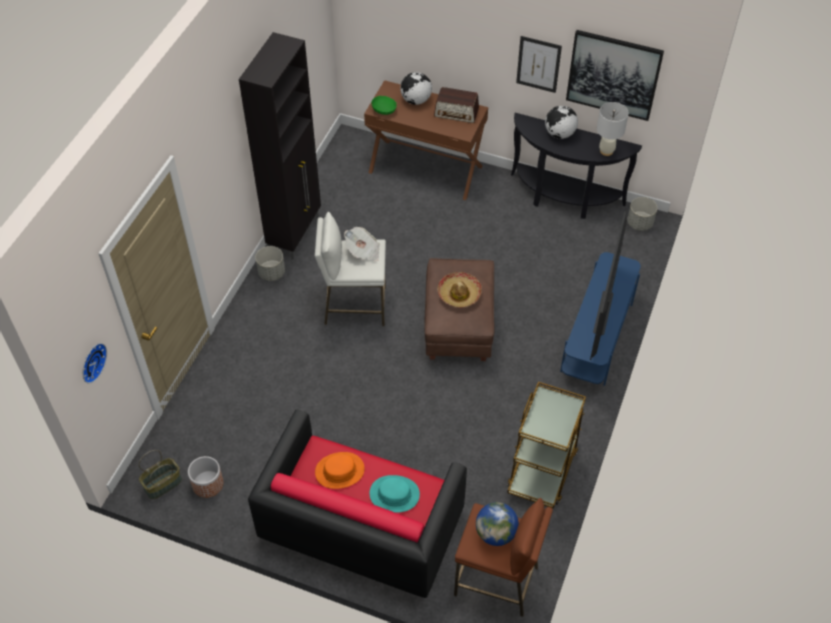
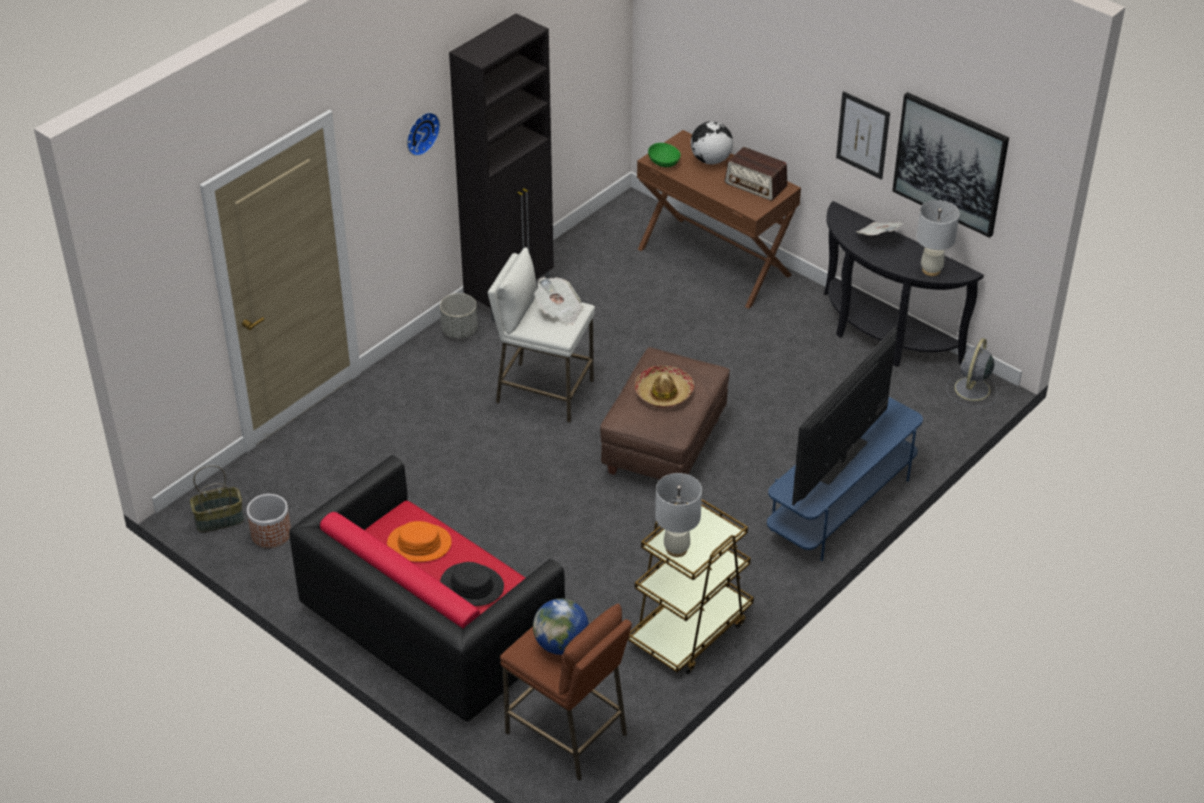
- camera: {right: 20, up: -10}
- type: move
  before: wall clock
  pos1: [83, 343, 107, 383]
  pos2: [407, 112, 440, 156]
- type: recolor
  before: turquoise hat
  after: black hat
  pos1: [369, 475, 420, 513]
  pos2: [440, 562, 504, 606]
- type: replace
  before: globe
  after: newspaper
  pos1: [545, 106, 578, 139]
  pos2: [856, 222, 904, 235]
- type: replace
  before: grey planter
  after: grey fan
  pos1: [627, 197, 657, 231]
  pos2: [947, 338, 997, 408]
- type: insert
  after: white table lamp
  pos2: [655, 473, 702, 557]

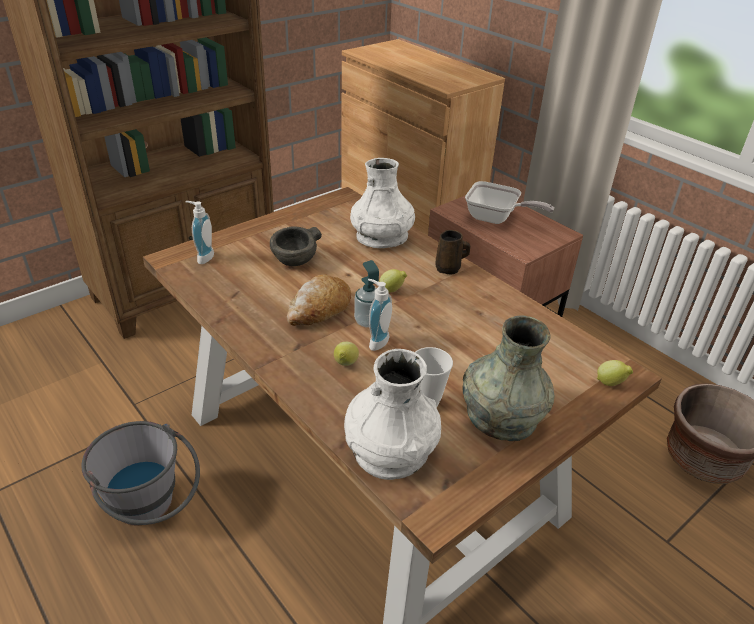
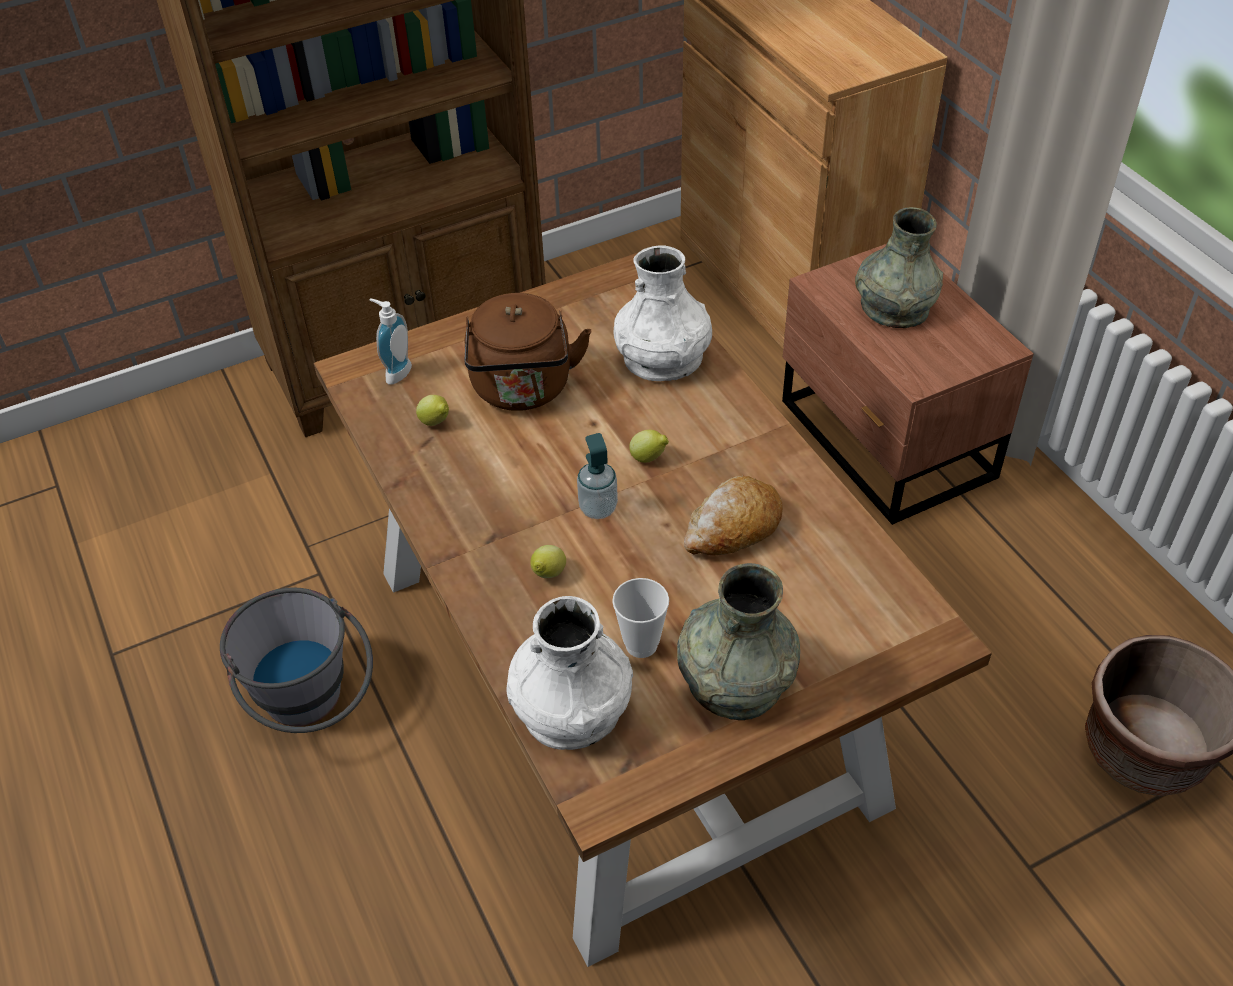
- camera: {right: 15, up: 10}
- type: replace
  before: grey bowl
  after: brown kettle
  pos1: [270, 226, 322, 266]
  pos2: [465, 293, 591, 411]
- type: move
  before: bread
  pos1: [287, 274, 351, 326]
  pos2: [684, 476, 783, 556]
- type: delete
  before: soap dispenser
  pos1: [368, 279, 392, 351]
- type: delete
  before: brown mug
  pos1: [435, 230, 470, 275]
- type: replace
  before: frying pan
  after: grey vase
  pos1: [465, 181, 554, 224]
  pos2: [855, 207, 943, 328]
- type: move
  before: lemon
  pos1: [597, 360, 633, 386]
  pos2: [416, 395, 449, 426]

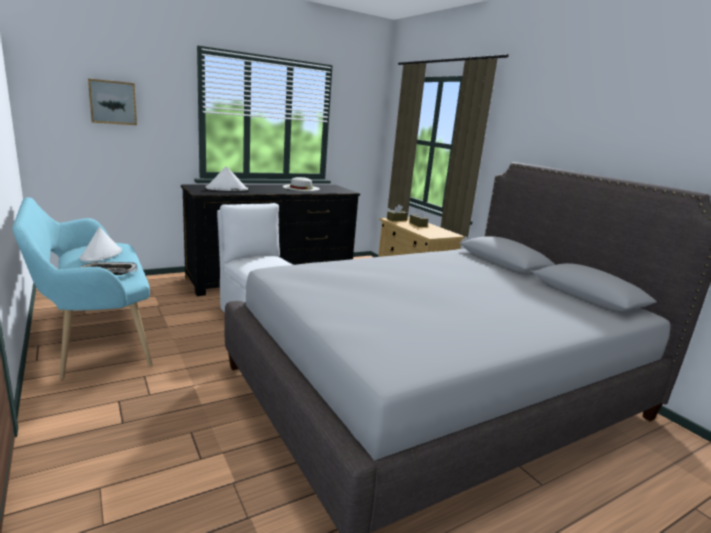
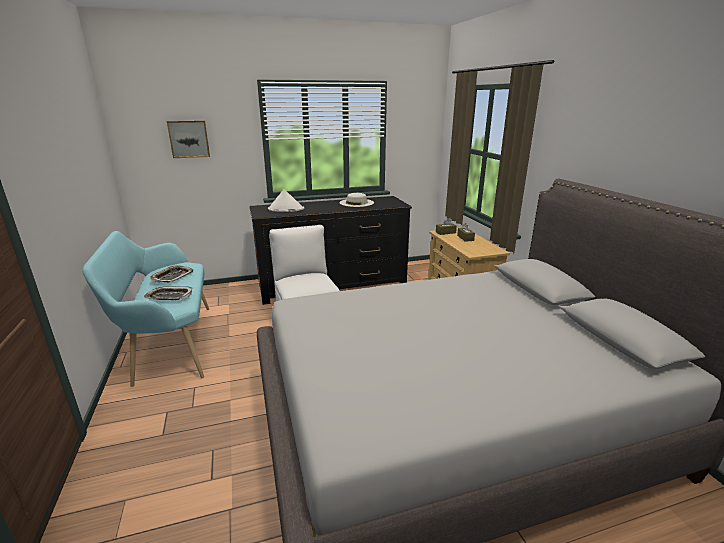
- camera: {right: 15, up: 5}
- type: replace
  before: white hat
  after: tray
  pos1: [79, 227, 122, 262]
  pos2: [150, 265, 193, 283]

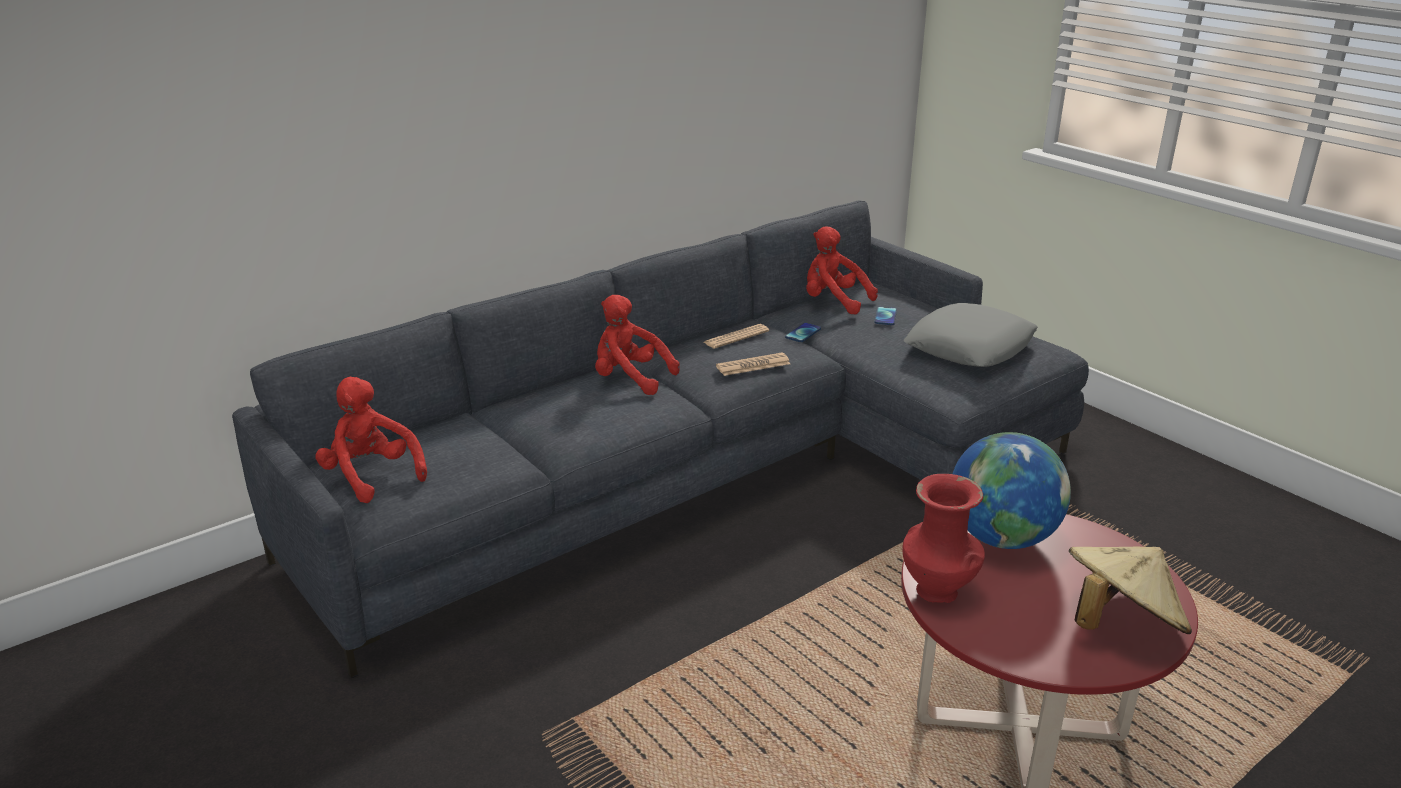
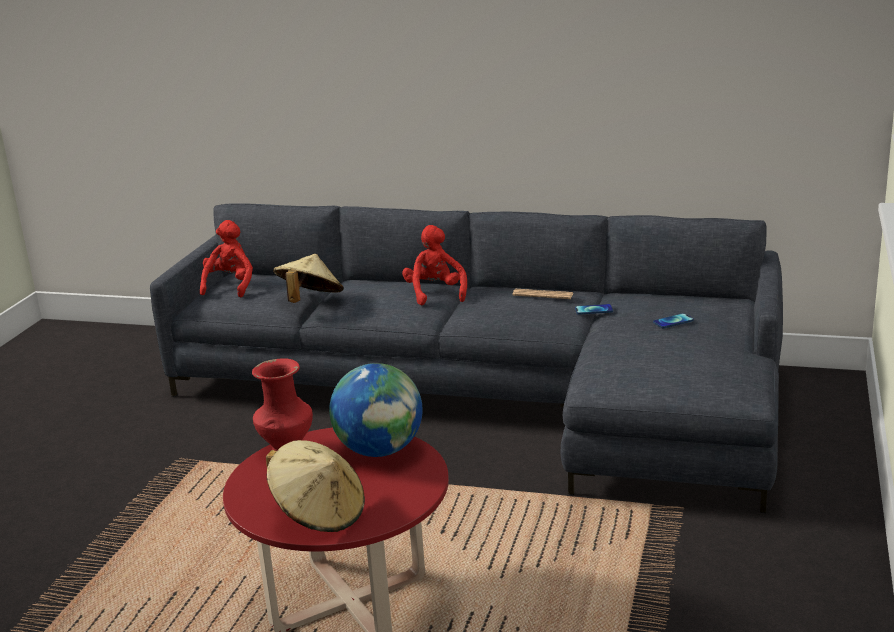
- camera: {right: 55, up: -5}
- type: delete
  before: newspaper
  pos1: [716, 353, 790, 376]
- type: delete
  before: red plush toy
  pos1: [806, 226, 878, 315]
- type: delete
  before: grey pillow
  pos1: [904, 303, 1038, 367]
- type: insert
  after: beige hat
  pos2: [273, 254, 344, 303]

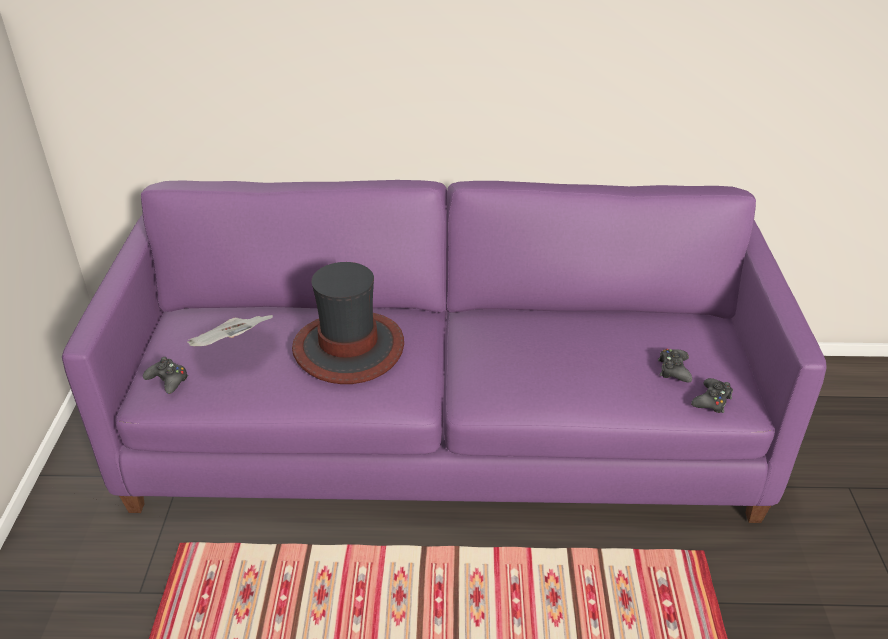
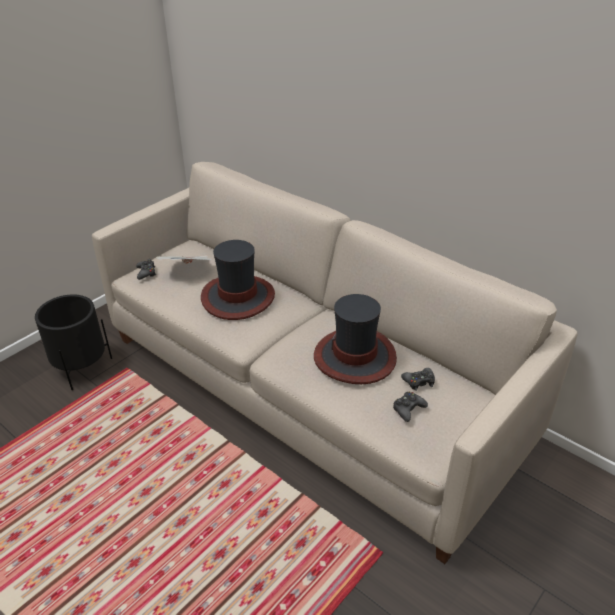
- camera: {right: 40, up: 0}
- type: recolor
  before: purple sofa
  after: beige sofa
  pos1: [62, 180, 827, 523]
  pos2: [92, 162, 578, 564]
- type: move
  before: black game controller
  pos1: [691, 378, 733, 413]
  pos2: [401, 368, 435, 391]
- type: insert
  after: black planter
  pos2: [35, 294, 112, 390]
- type: insert
  after: hat
  pos2: [314, 294, 397, 384]

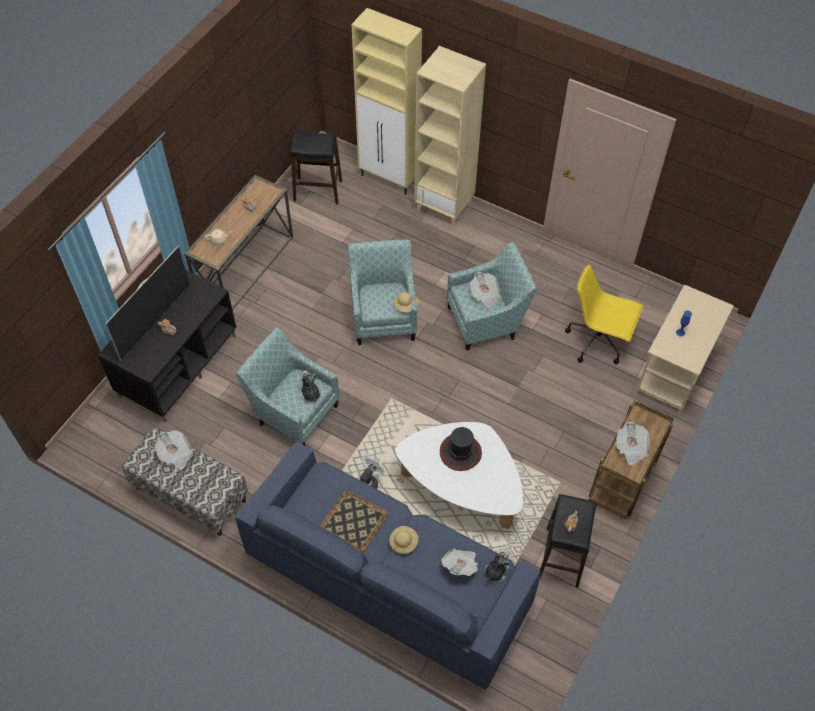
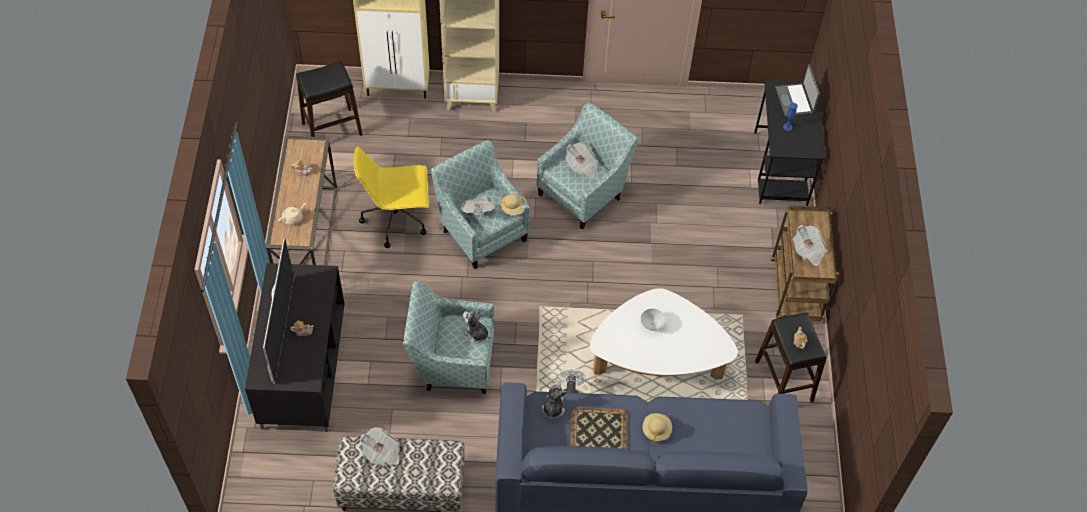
- camera: {right: -30, up: 0}
- type: replace
  before: hat
  after: white bowl
  pos1: [440, 427, 482, 471]
  pos2: [641, 308, 666, 331]
- type: move
  before: newspaper
  pos1: [441, 549, 478, 576]
  pos2: [461, 196, 495, 215]
- type: move
  before: plush toy
  pos1: [484, 550, 510, 583]
  pos2: [542, 382, 567, 420]
- type: move
  before: yellow office chair
  pos1: [565, 264, 643, 364]
  pos2: [354, 146, 429, 248]
- type: recolor
  before: beige desk
  after: black desk
  pos1: [636, 285, 734, 415]
  pos2: [754, 80, 826, 206]
- type: insert
  after: laptop
  pos2: [775, 64, 820, 117]

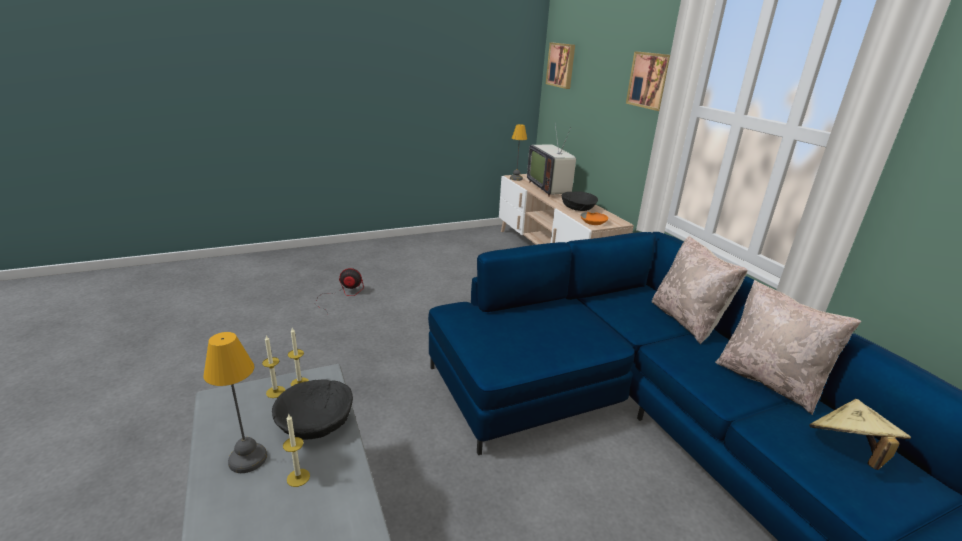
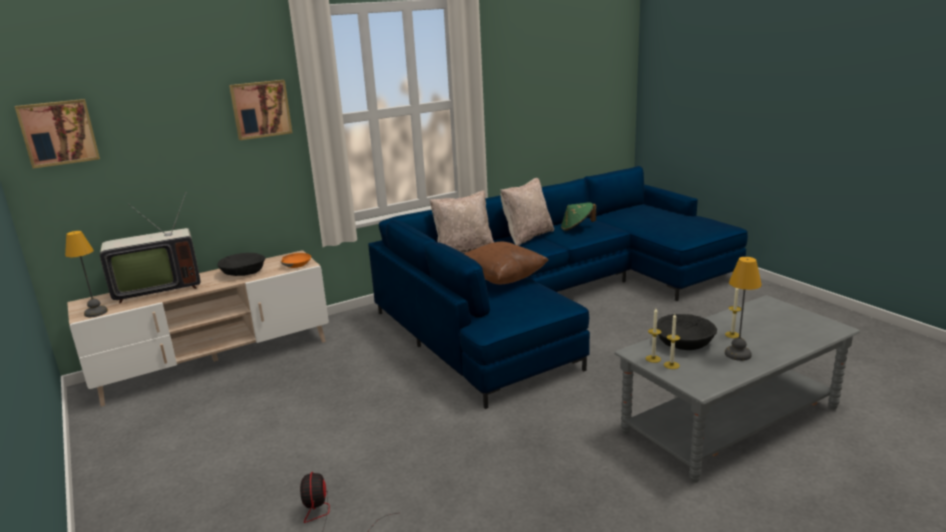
- camera: {right: -95, up: -5}
- type: recolor
  before: beige hat
  after: green hat
  pos1: [809, 399, 911, 470]
  pos2: [561, 202, 596, 231]
- type: insert
  after: brown pillow
  pos2: [464, 242, 549, 284]

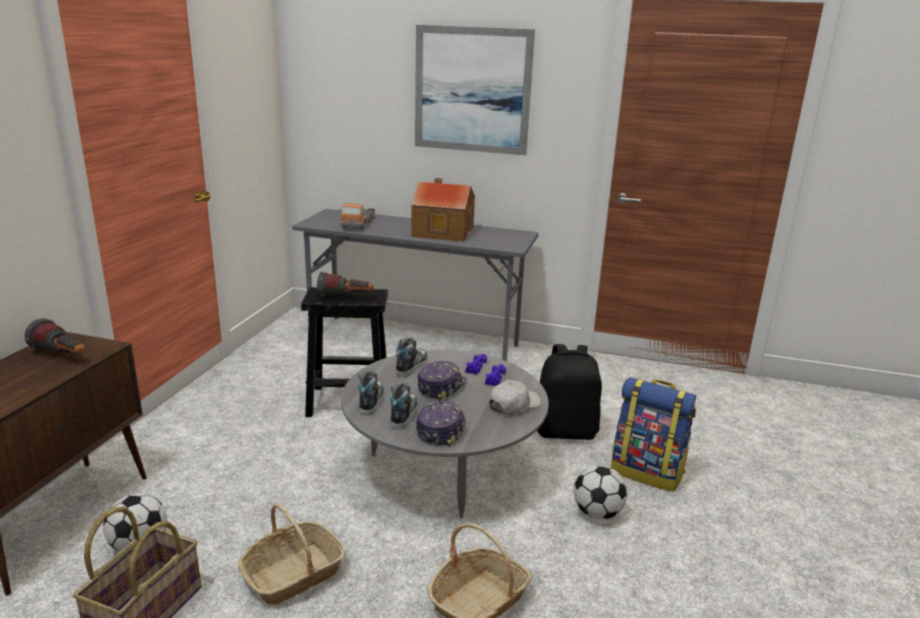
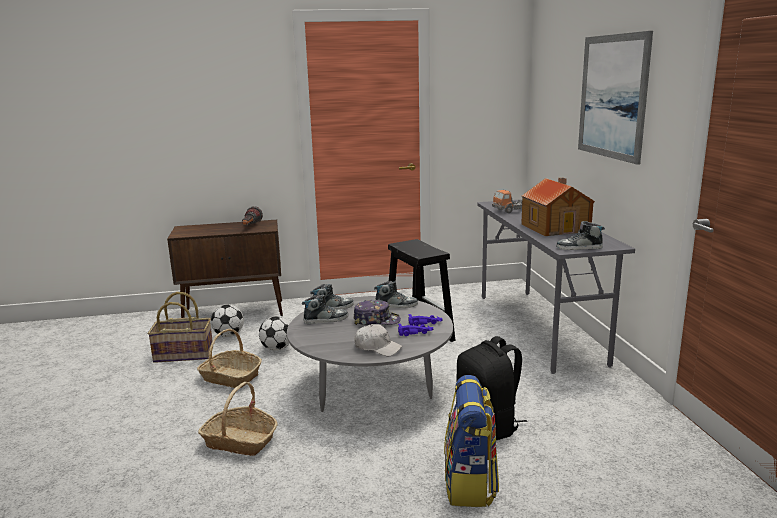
- camera: {right: 65, up: -5}
- type: delete
  before: flashlight
  pos1: [317, 272, 374, 297]
- type: delete
  before: cap
  pos1: [416, 400, 466, 447]
- type: move
  before: football
  pos1: [574, 465, 627, 520]
  pos2: [259, 316, 290, 351]
- type: insert
  after: shoe
  pos2: [556, 221, 605, 250]

